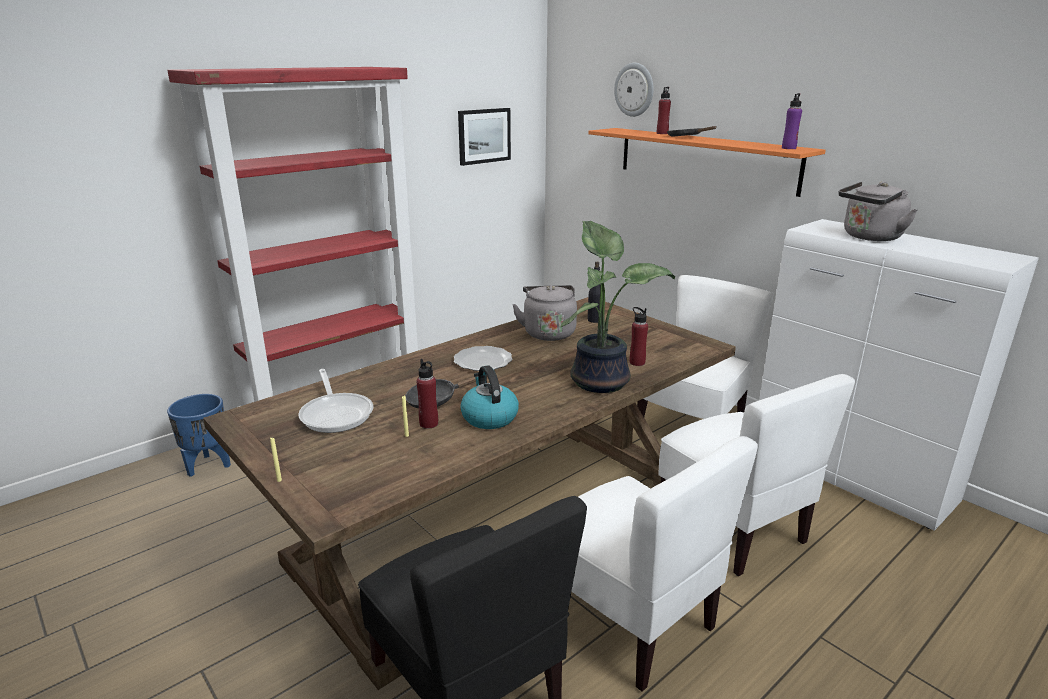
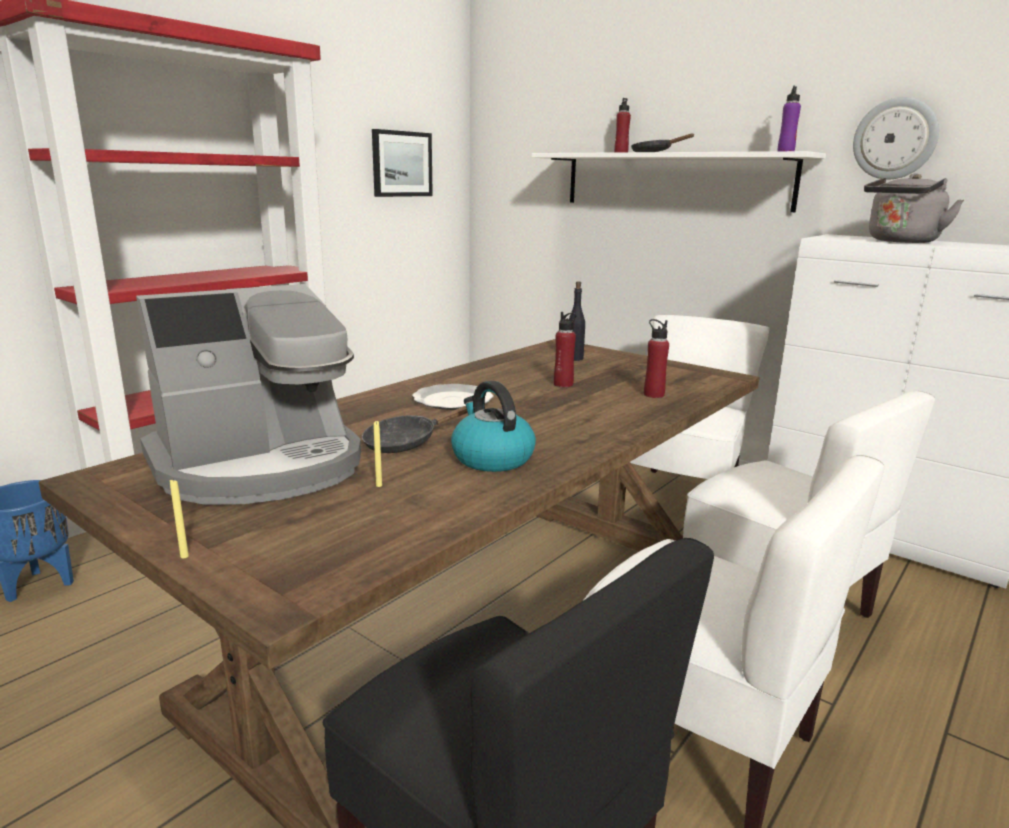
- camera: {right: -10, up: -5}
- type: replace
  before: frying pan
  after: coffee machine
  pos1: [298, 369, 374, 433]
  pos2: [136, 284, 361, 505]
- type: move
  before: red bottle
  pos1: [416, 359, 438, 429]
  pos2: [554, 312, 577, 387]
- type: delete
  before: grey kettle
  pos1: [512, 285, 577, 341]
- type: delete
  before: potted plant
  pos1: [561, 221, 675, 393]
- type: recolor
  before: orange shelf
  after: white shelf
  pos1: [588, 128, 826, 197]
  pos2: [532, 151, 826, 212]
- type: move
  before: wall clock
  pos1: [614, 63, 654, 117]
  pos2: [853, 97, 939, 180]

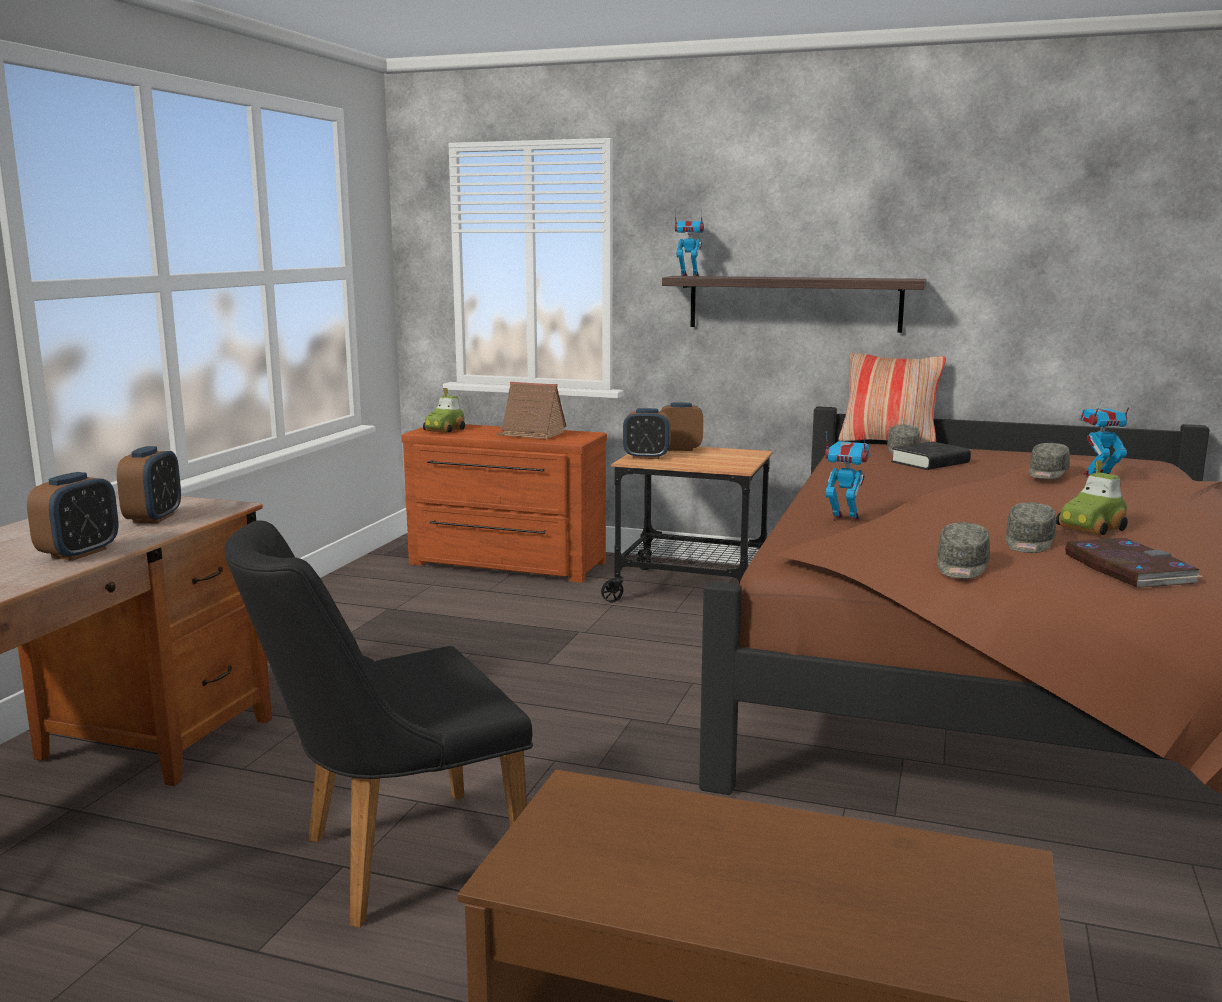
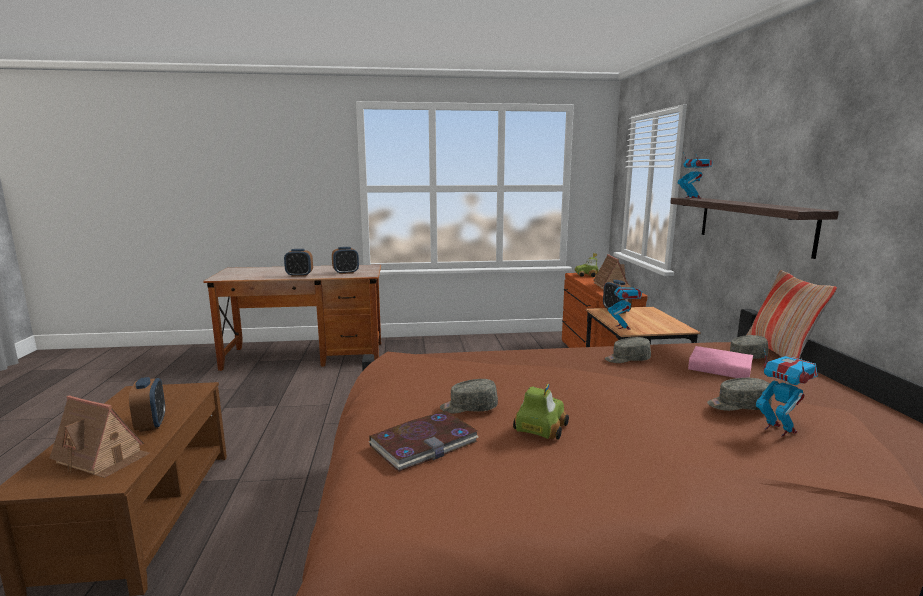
- camera: {right: 65, up: 0}
- type: delete
  before: black chair
  pos1: [224, 520, 533, 928]
- type: move
  before: alarm clock
  pos1: [660, 403, 703, 451]
  pos2: [129, 377, 165, 432]
- type: move
  before: toy robot
  pos1: [825, 431, 870, 523]
  pos2: [608, 280, 642, 330]
- type: recolor
  before: black book
  after: pink book
  pos1: [891, 441, 971, 470]
  pos2: [688, 346, 753, 378]
- type: move
  before: grey cap
  pos1: [937, 522, 990, 579]
  pos2: [605, 337, 651, 363]
- type: rotate
  before: toy car
  pos1: [1056, 460, 1128, 535]
  pos2: [513, 384, 569, 440]
  turn: 90
- type: insert
  after: toy house
  pos2: [49, 395, 149, 478]

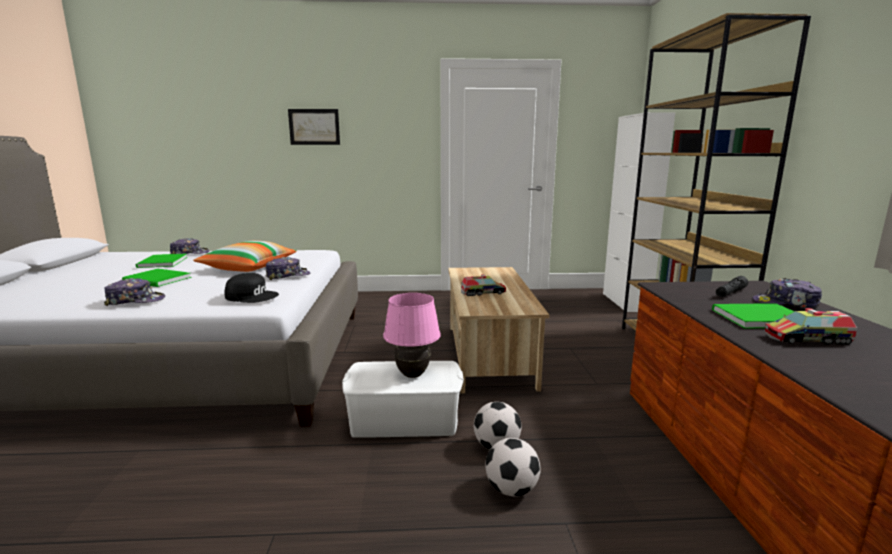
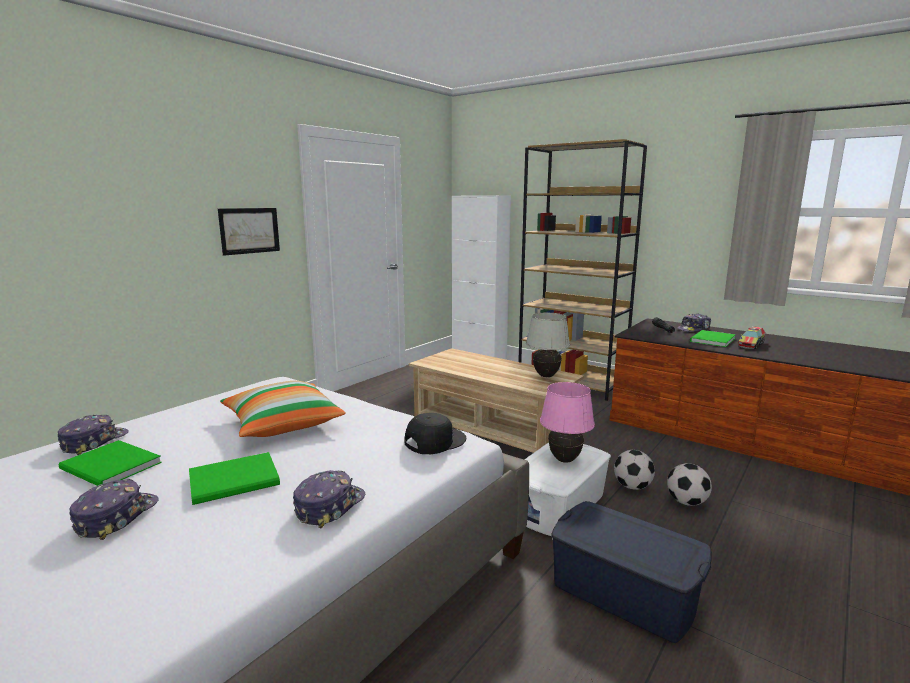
- camera: {right: -50, up: 0}
- type: move
  before: cap
  pos1: [265, 257, 310, 280]
  pos2: [69, 479, 159, 540]
- type: move
  before: picture
  pos1: [288, 109, 340, 145]
  pos2: [218, 208, 280, 256]
- type: delete
  before: toy truck
  pos1: [461, 274, 506, 296]
- type: insert
  after: white table lamp
  pos2: [526, 313, 570, 377]
- type: insert
  after: blue storage box
  pos2: [552, 501, 712, 643]

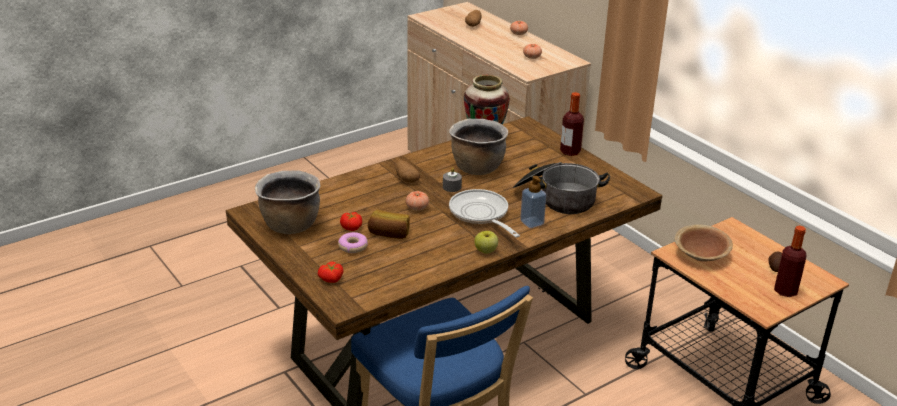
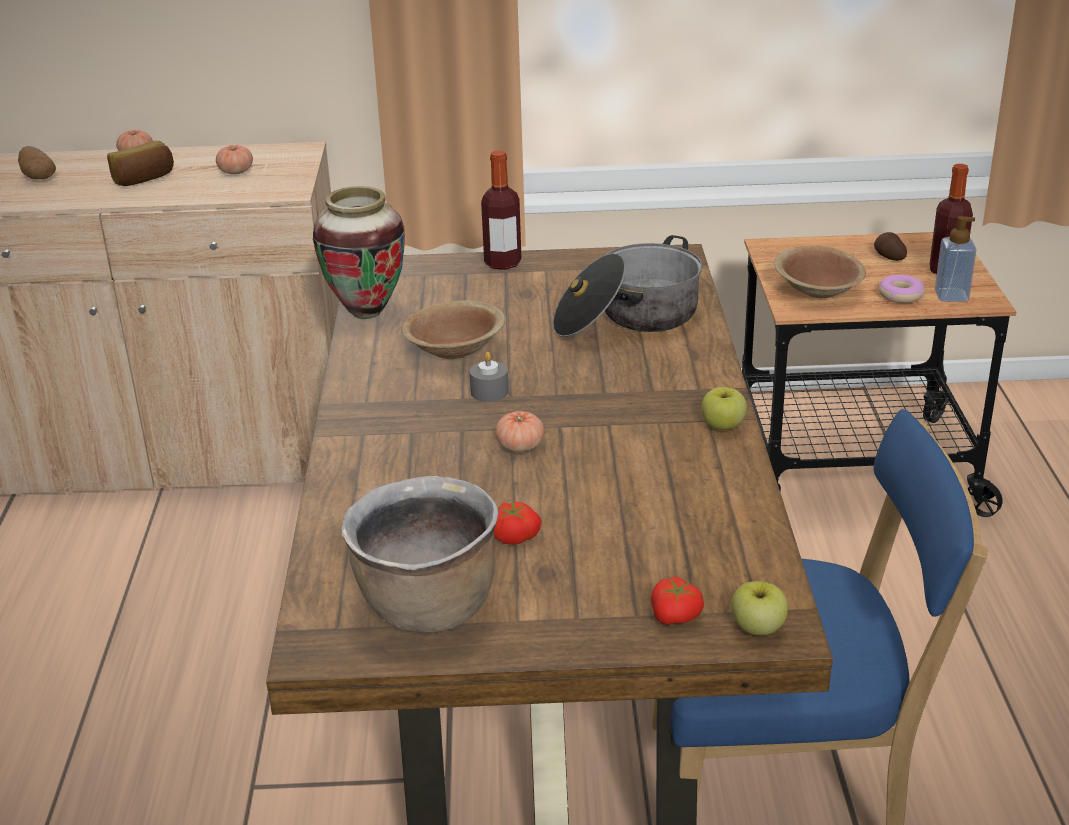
- camera: {right: -55, up: 0}
- type: move
  before: donut
  pos1: [338, 232, 368, 253]
  pos2: [879, 275, 925, 303]
- type: move
  before: bread
  pos1: [368, 210, 410, 239]
  pos2: [107, 141, 174, 186]
- type: delete
  before: potato
  pos1: [396, 160, 420, 183]
- type: replace
  before: brown cooking pot
  after: brown bowl
  pos1: [449, 119, 508, 175]
  pos2: [401, 300, 505, 359]
- type: delete
  before: frying pan
  pos1: [449, 189, 520, 237]
- type: move
  before: soap dispenser
  pos1: [520, 176, 546, 228]
  pos2: [935, 216, 976, 302]
- type: insert
  after: apple
  pos2: [731, 581, 788, 636]

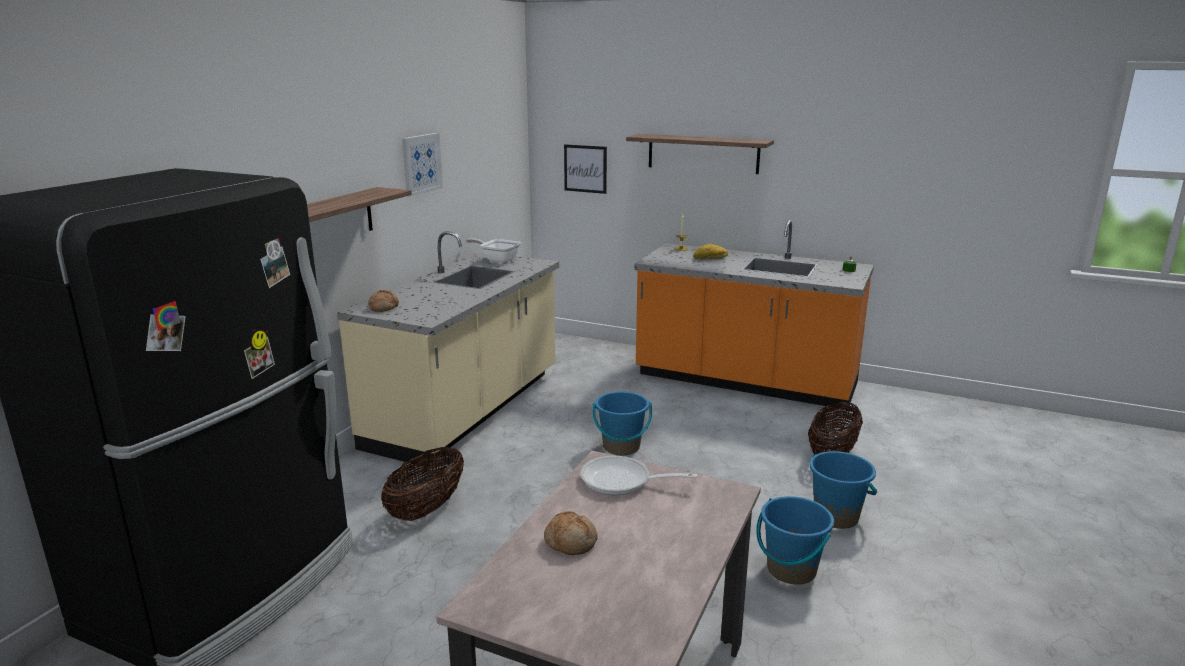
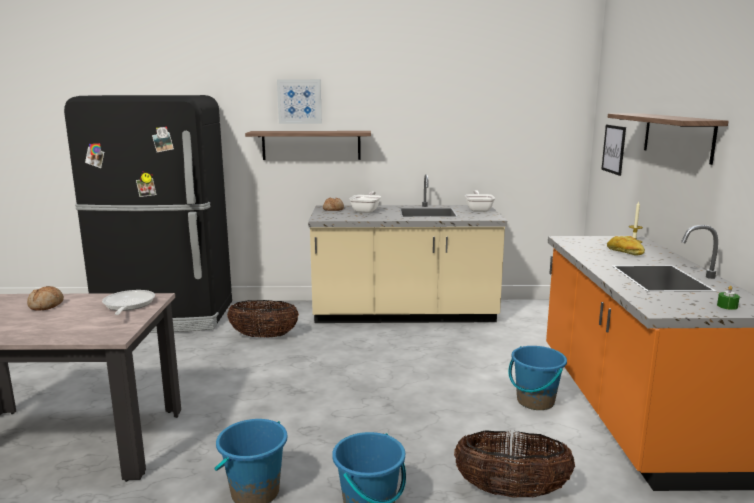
- camera: {right: 65, up: -5}
- type: move
  before: picture
  pos1: [402, 133, 443, 197]
  pos2: [277, 79, 322, 124]
- type: move
  before: blue bucket
  pos1: [592, 392, 652, 455]
  pos2: [508, 346, 567, 410]
- type: insert
  after: frying pan
  pos2: [349, 191, 381, 213]

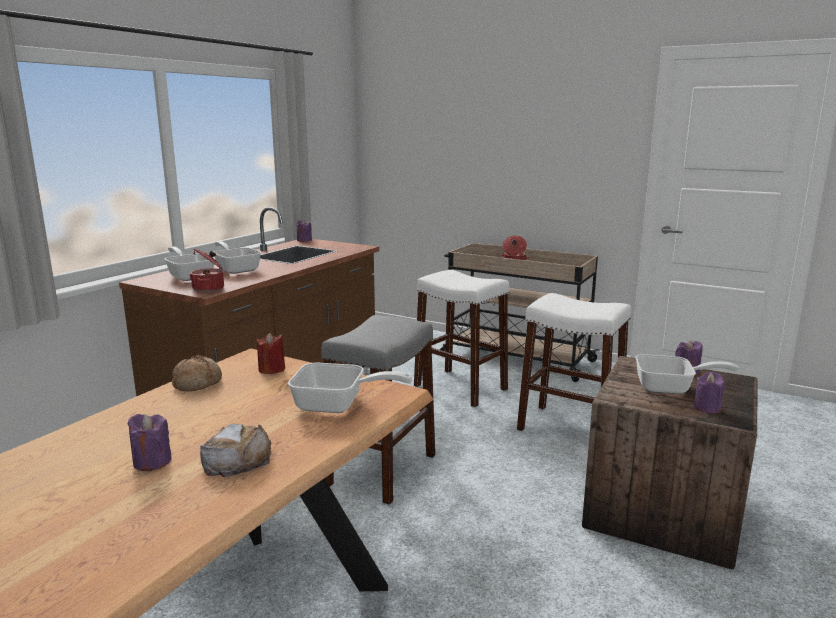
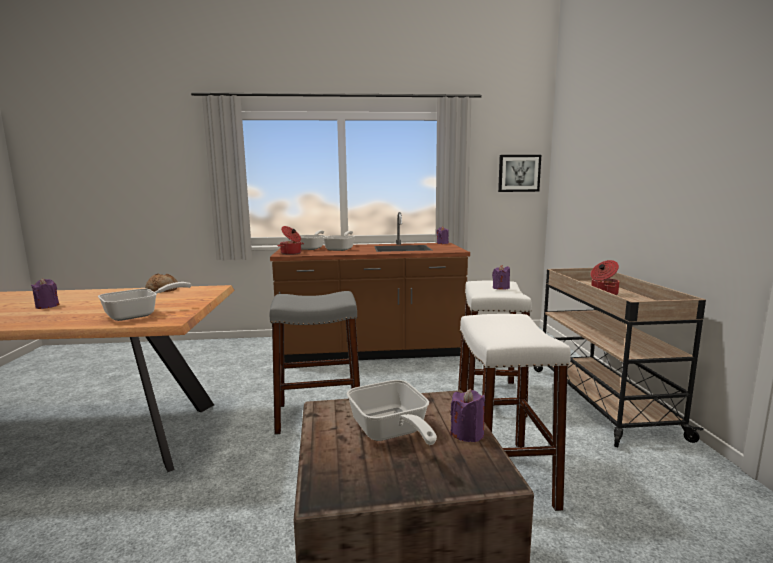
- camera: {right: 55, up: -5}
- type: delete
  before: bread
  pos1: [200, 424, 271, 478]
- type: delete
  before: red candle
  pos1: [257, 332, 285, 374]
- type: rotate
  before: frying pan
  pos1: [288, 363, 412, 413]
  pos2: [98, 282, 191, 321]
  turn: -105
- type: move
  before: purple candle
  pos1: [694, 372, 725, 413]
  pos2: [492, 265, 510, 290]
- type: insert
  after: picture
  pos2: [498, 155, 541, 192]

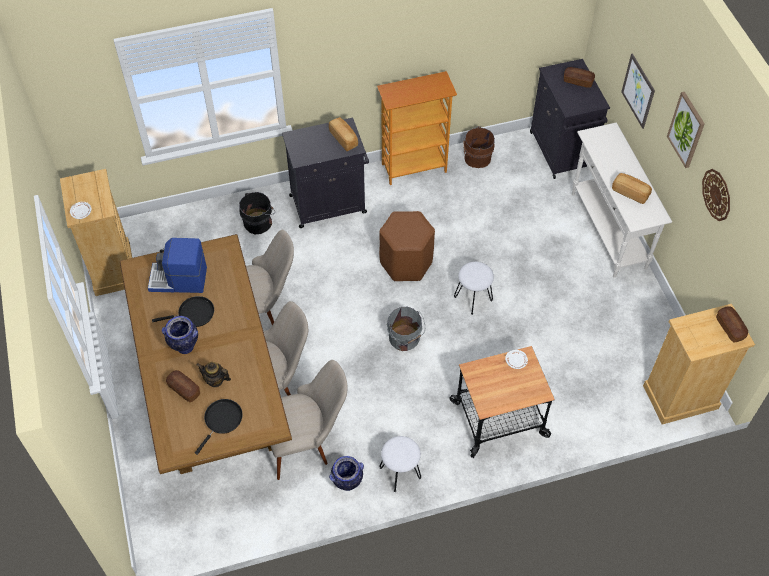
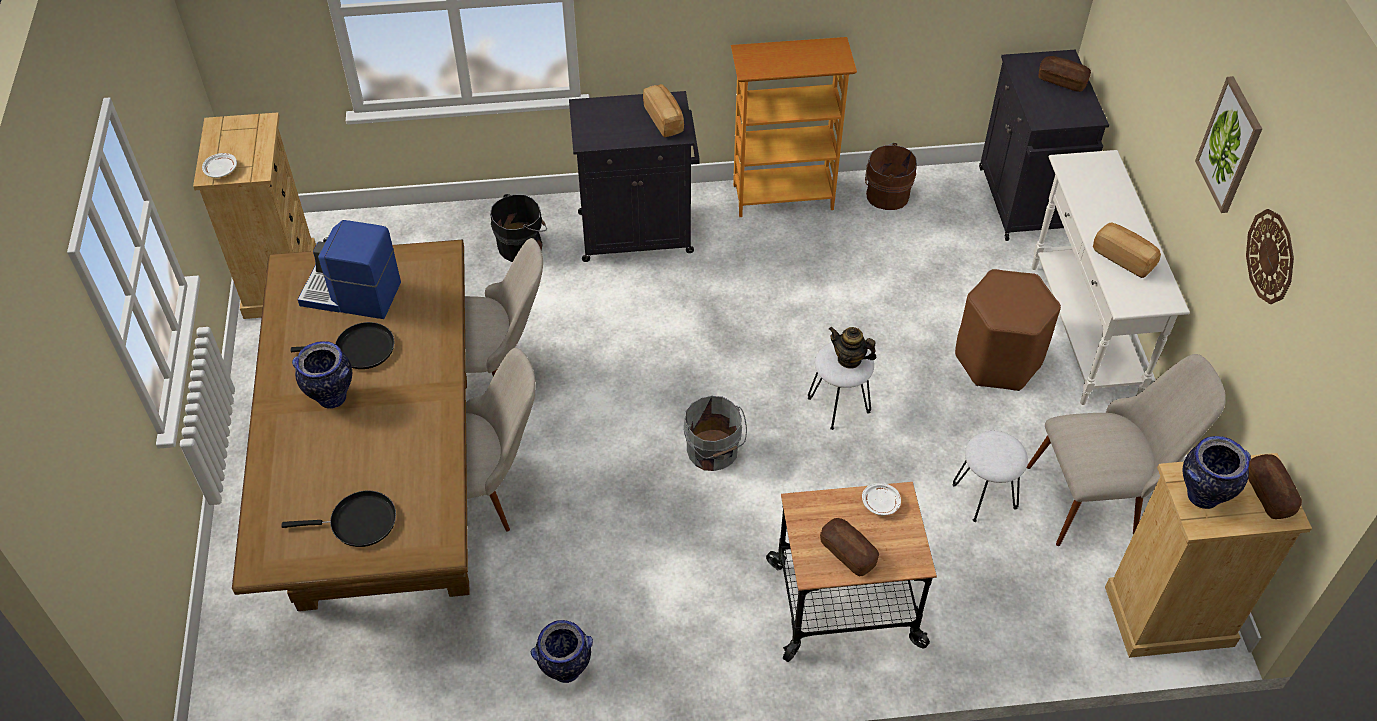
- camera: {right: 10, up: -5}
- type: move
  before: bread
  pos1: [166, 370, 200, 402]
  pos2: [820, 518, 879, 577]
- type: rotate
  before: black frying pan
  pos1: [195, 399, 243, 455]
  pos2: [282, 491, 396, 547]
  turn: 45
- type: move
  before: teapot
  pos1: [196, 362, 231, 387]
  pos2: [829, 327, 876, 369]
- type: move
  before: beige chair
  pos1: [271, 360, 347, 480]
  pos2: [1027, 354, 1226, 546]
- type: move
  before: brown stool
  pos1: [379, 211, 435, 281]
  pos2: [955, 269, 1061, 391]
- type: move
  before: white stool
  pos1: [380, 436, 421, 492]
  pos2: [953, 431, 1028, 522]
- type: delete
  before: picture
  pos1: [621, 53, 655, 129]
- type: insert
  after: vase
  pos2: [1183, 436, 1251, 509]

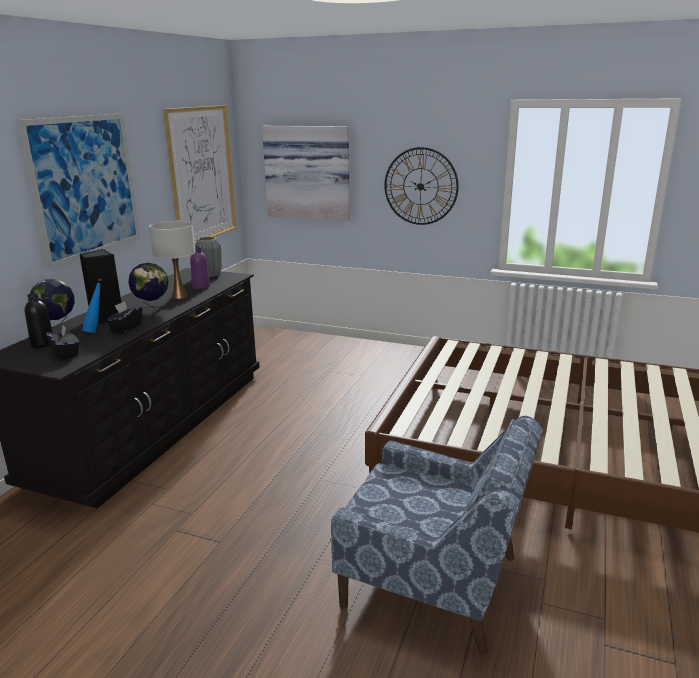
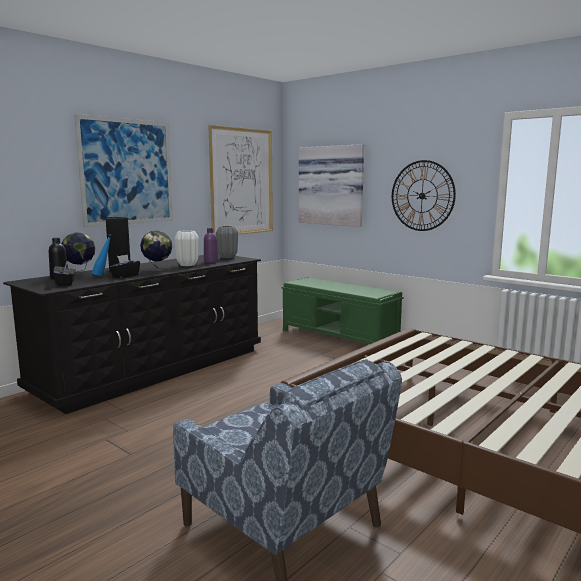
- camera: {right: 20, up: -10}
- type: replace
  before: white table lamp
  after: white vase
  pos1: [149, 221, 196, 299]
  pos2: [174, 230, 199, 266]
- type: insert
  after: green bench
  pos2: [281, 277, 404, 344]

